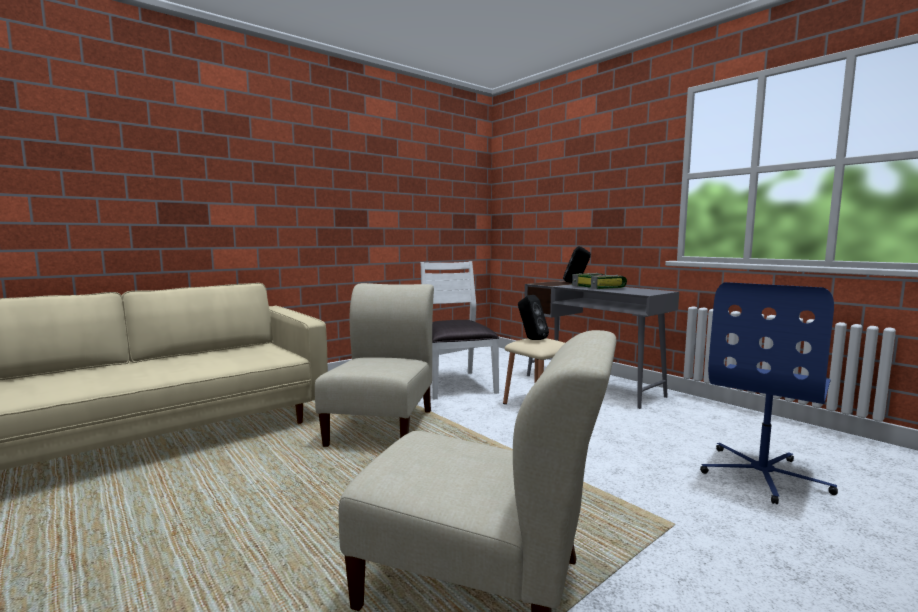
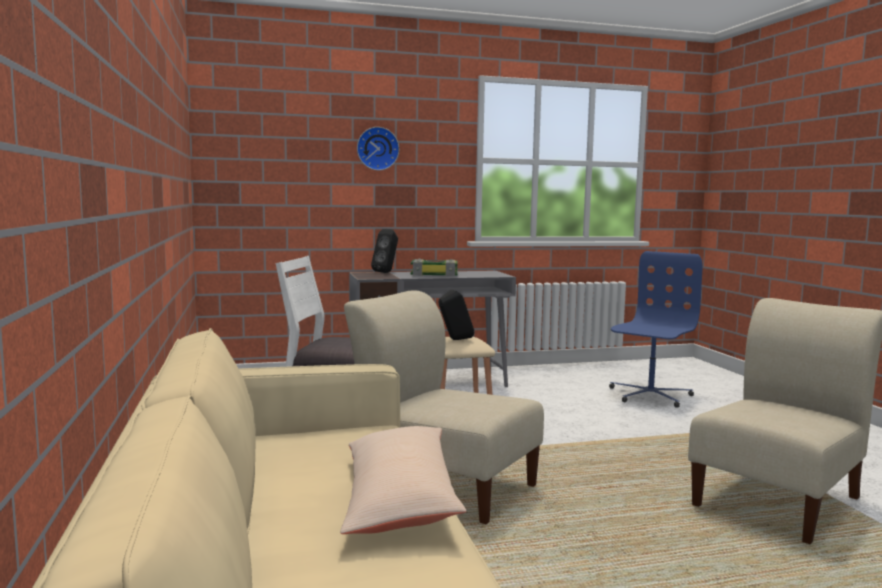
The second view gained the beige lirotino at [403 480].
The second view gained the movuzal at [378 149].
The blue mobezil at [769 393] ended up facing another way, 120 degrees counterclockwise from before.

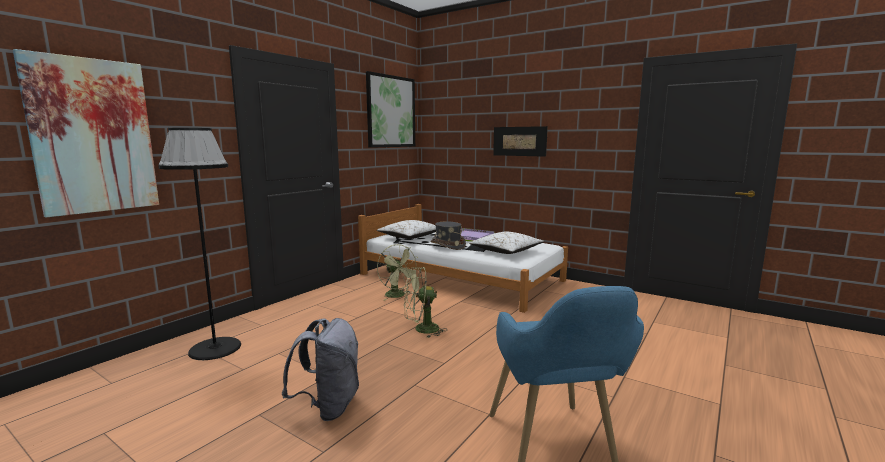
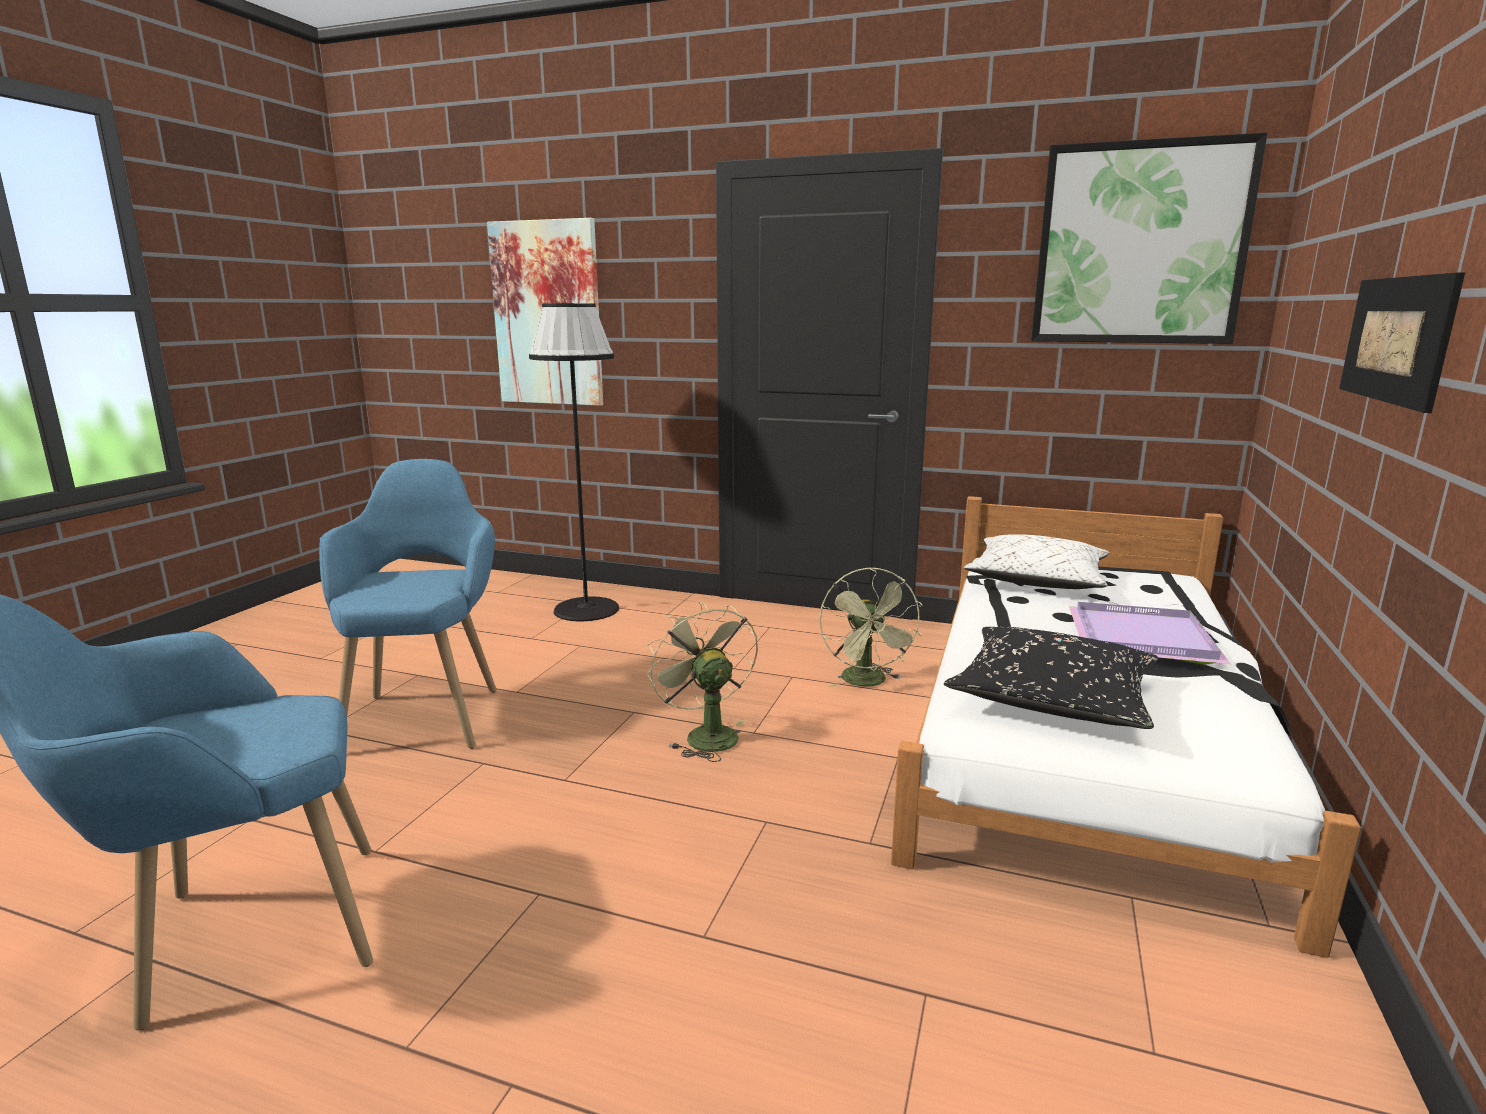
The second view lost the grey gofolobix at [448 235].
Where the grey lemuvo stood at [320 369], the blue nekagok came to stand at [407 604].
What was the white lirotino at [506 243] turned into the black lirotino at [1051 678].
The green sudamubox at [398 272] ended up facing another way, 45 degrees counterclockwise from before.

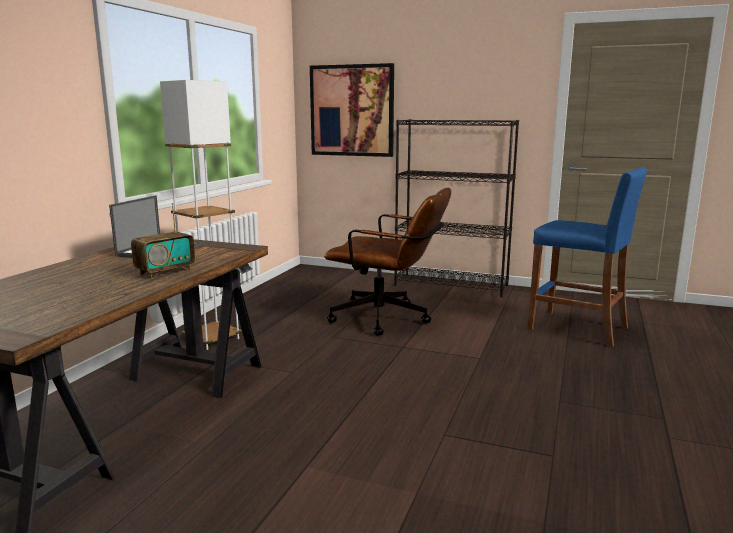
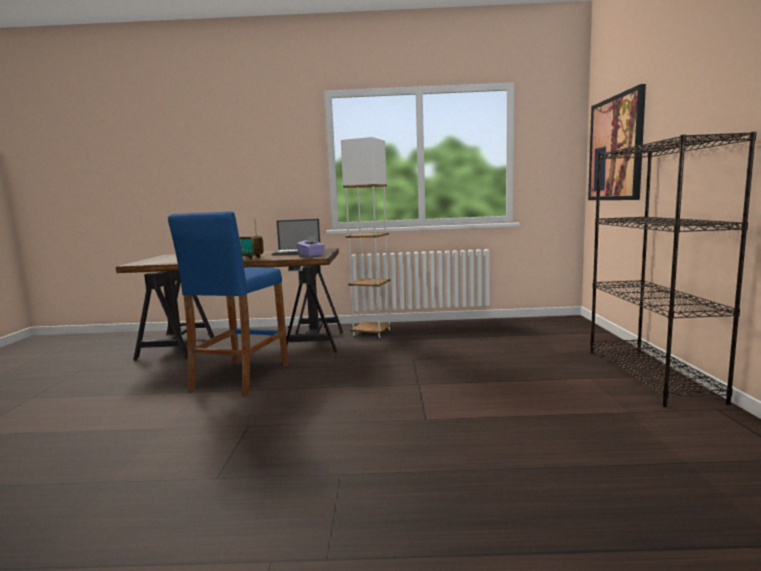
The second view lost the brown mobezil at [387 262].
The second view gained the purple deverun at [311 246].
The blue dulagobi ended up elsewhere, having gone from [587 257] to [228 303].

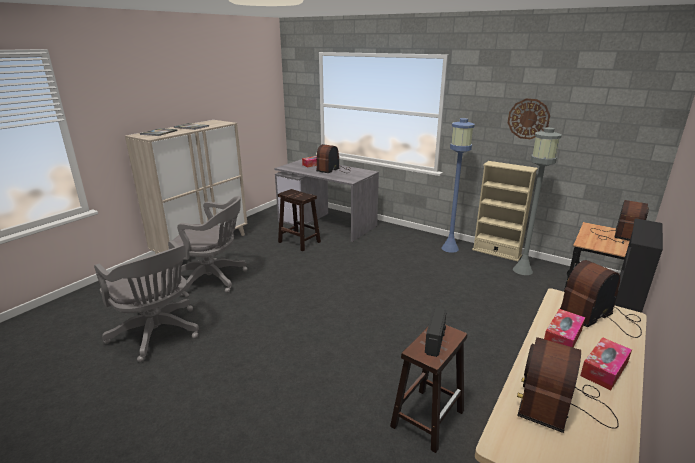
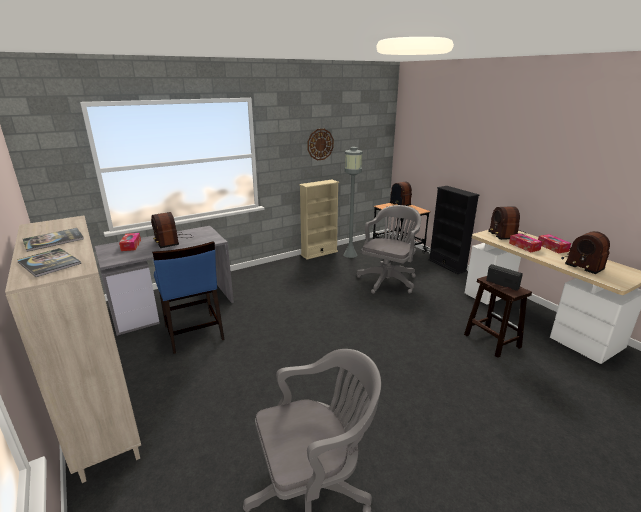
The second view lost the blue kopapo at [458 185].
The grey mobezil ended up elsewhere, having gone from [210 246] to [389 249].
Where the brown dulagobi stood at [299 220], the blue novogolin came to stand at [188 297].

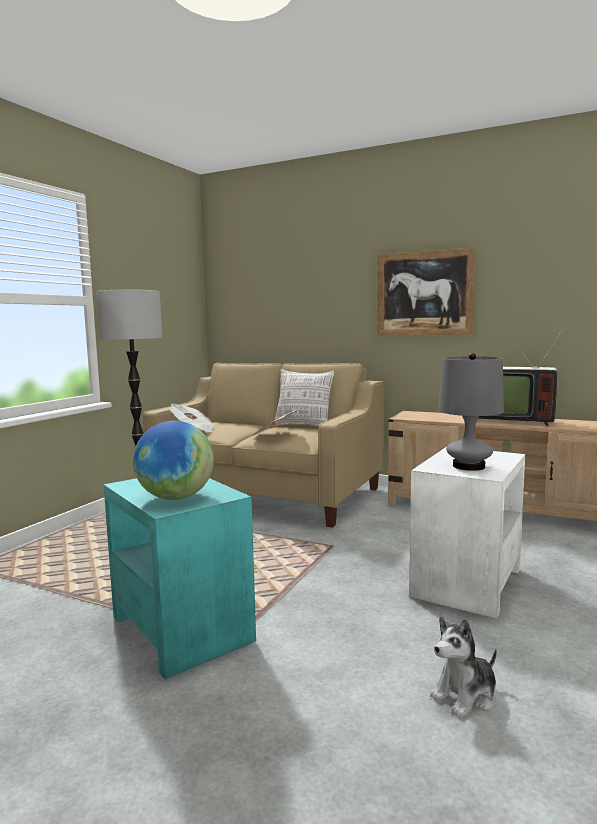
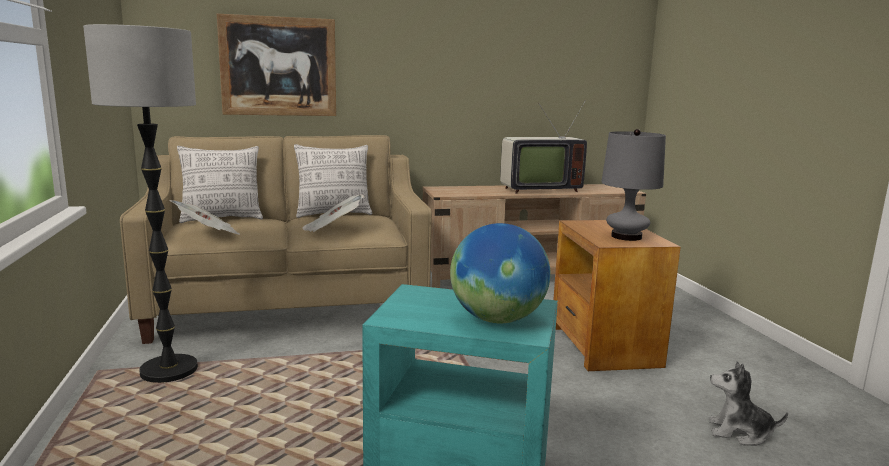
The second view gained the lirotino at [220 184].
The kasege ended up elsewhere, having gone from [426 291] to [276 65].
What was the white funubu at [467 533] turned into the brown funubu at [617 295].
The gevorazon at [463 667] ended up facing another way, 90 degrees clockwise from before.

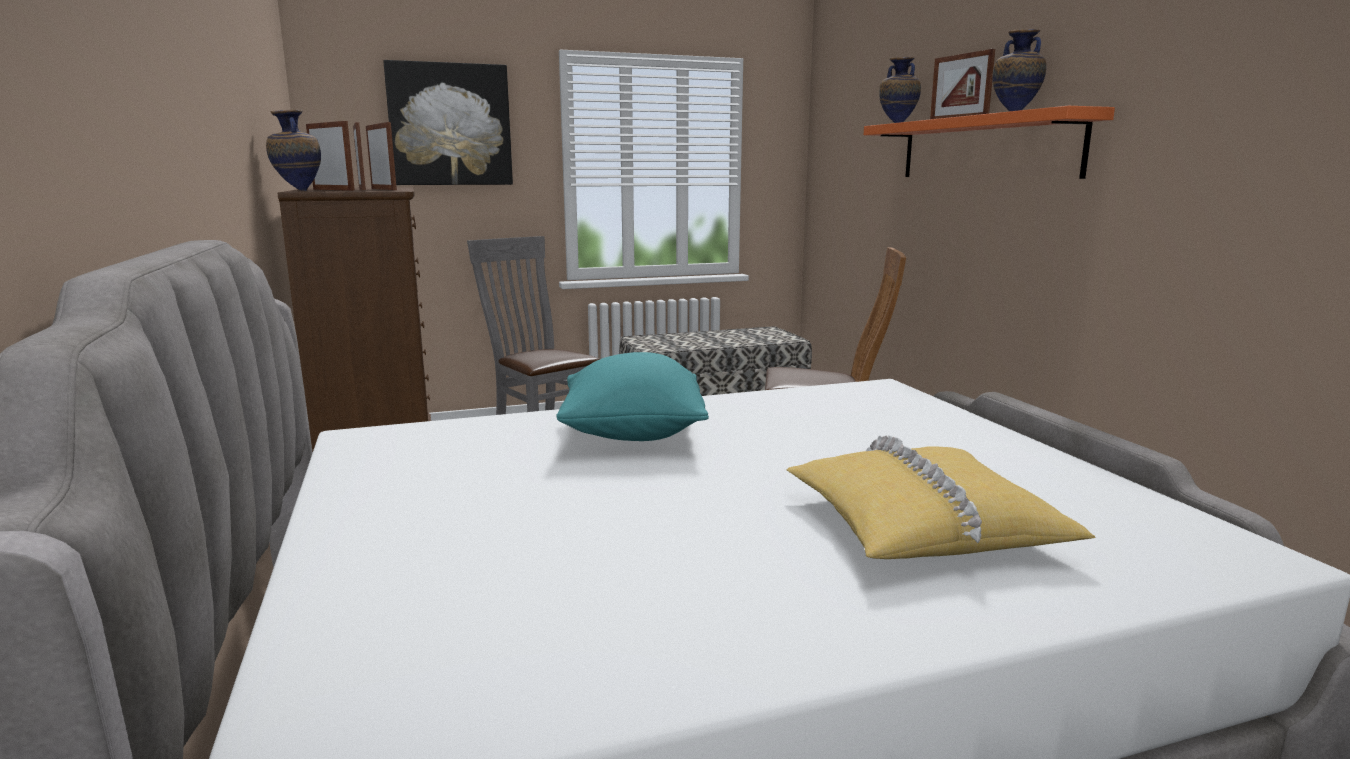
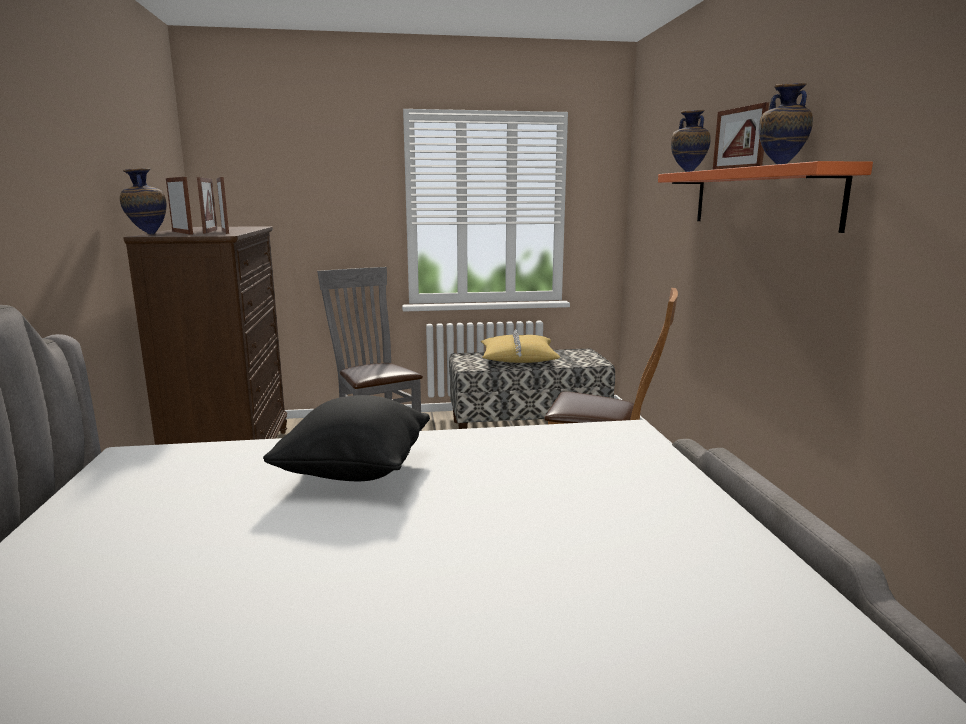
The second view lost the kasege at [448 122].
The yellow lirotino ended up elsewhere, having gone from [941 497] to [520 346].
What was the turquoise lirotino at [632 396] turned into the black lirotino at [346 438].

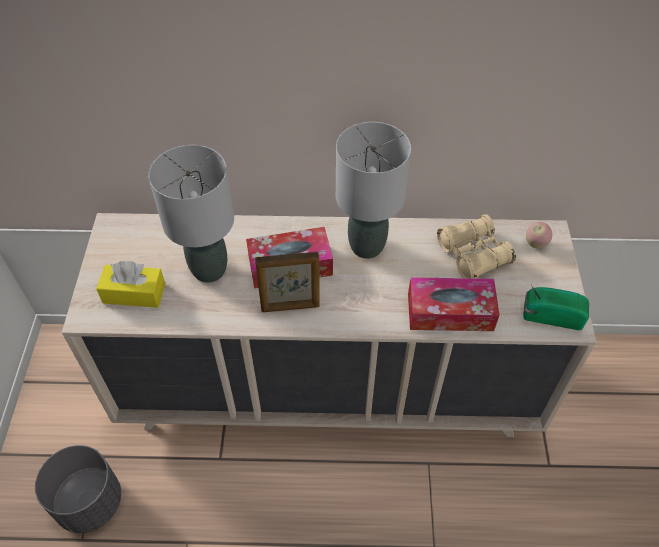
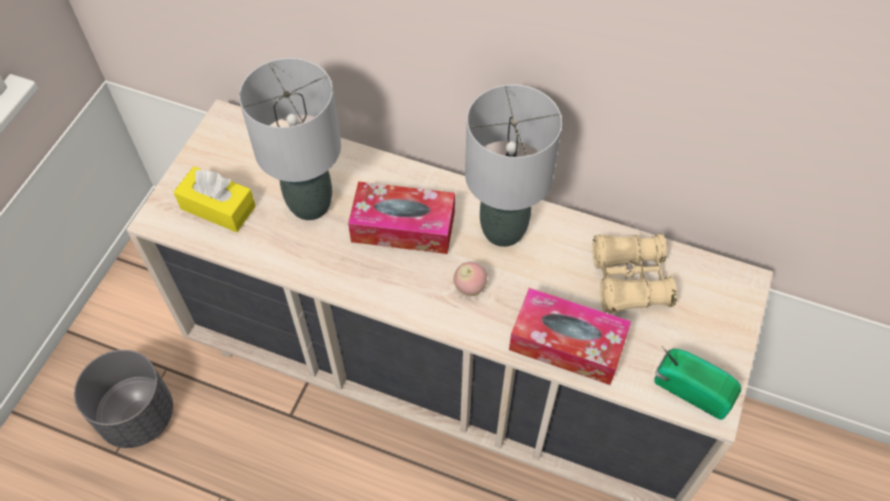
The second view lost the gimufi at [287 282].
The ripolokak ended up elsewhere, having gone from [539 235] to [470 279].

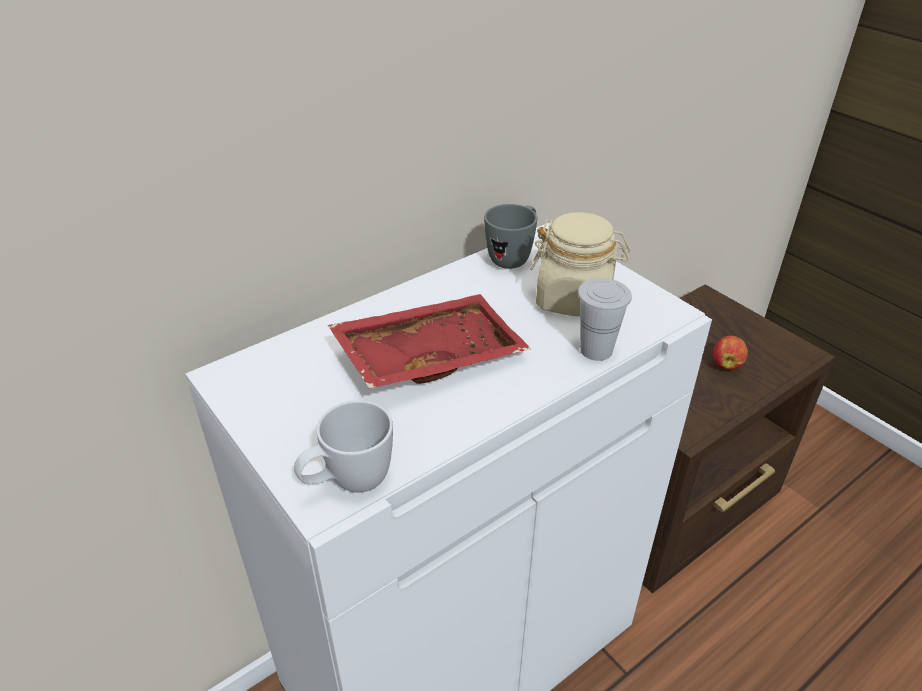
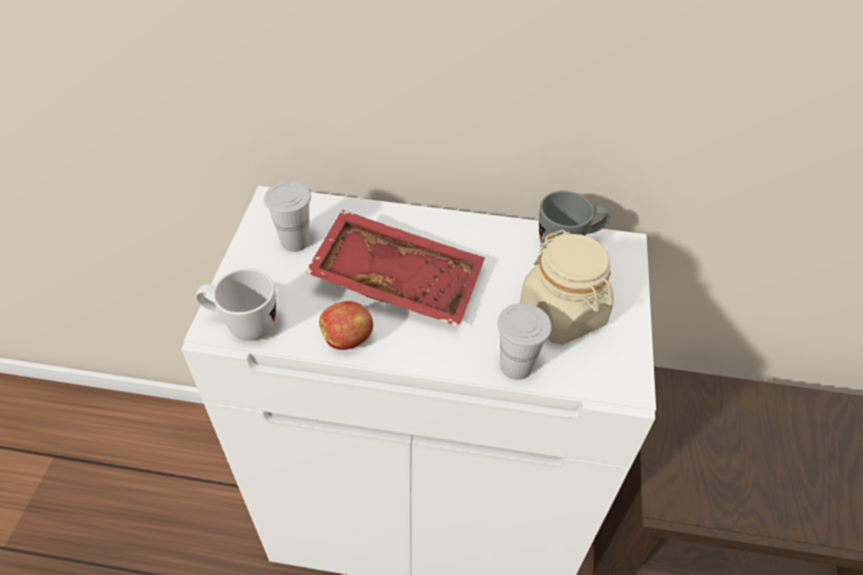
The second view gained the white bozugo at [287 216].
The ripolokak ended up elsewhere, having gone from [730 353] to [346 325].

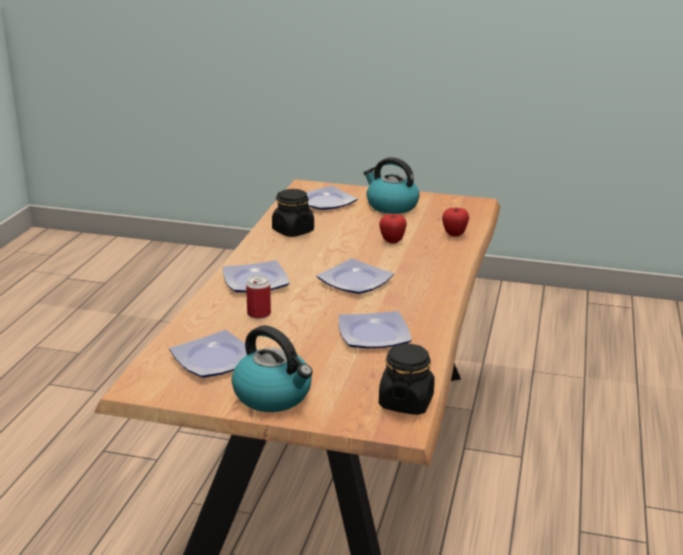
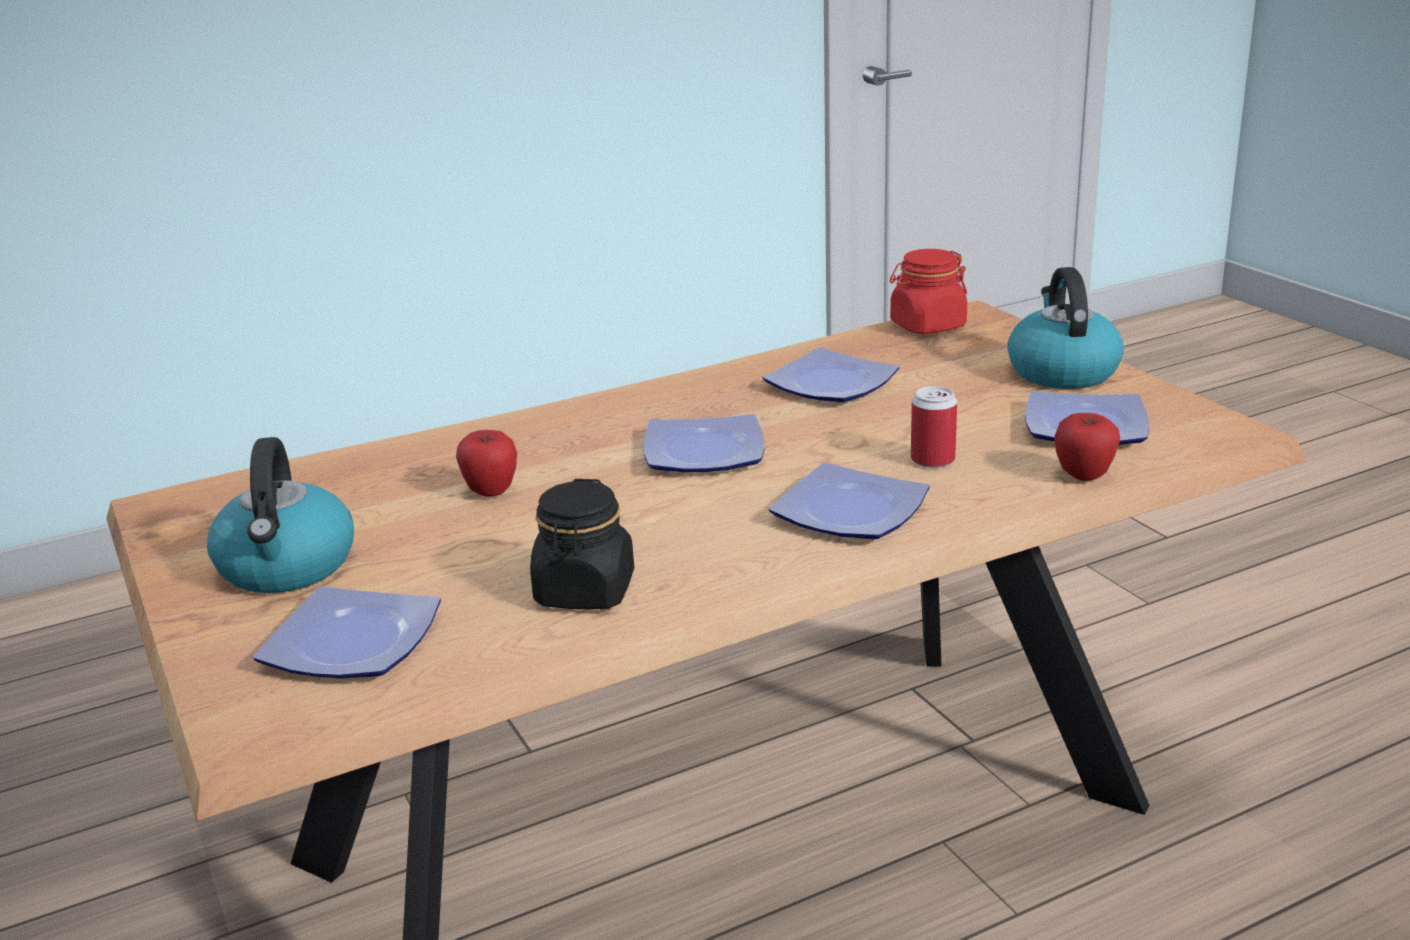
The ripolokak ended up elsewhere, having gone from [455 222] to [1087 447].
What was the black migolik at [407 379] turned into the red migolik at [928 291].

